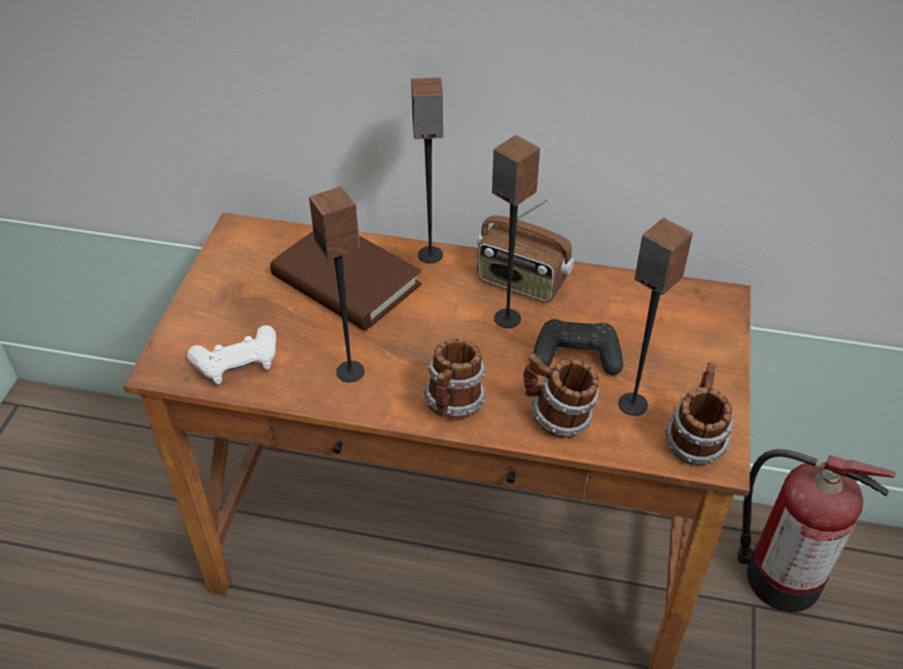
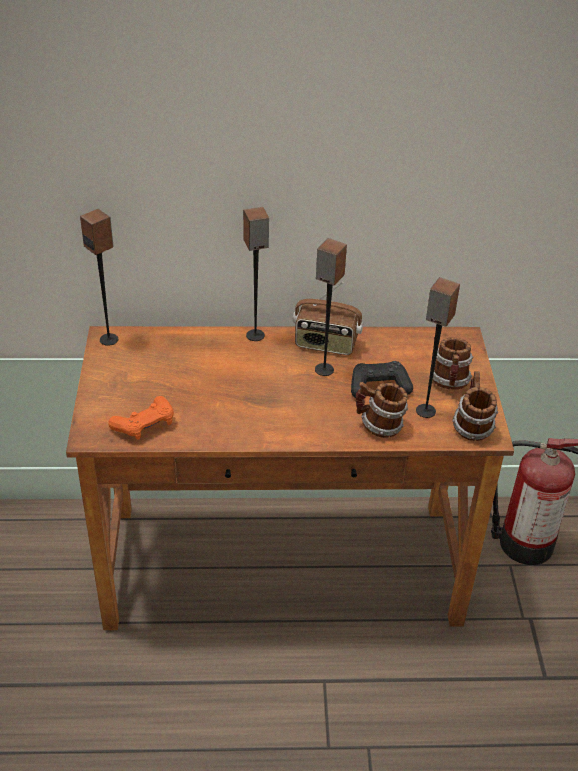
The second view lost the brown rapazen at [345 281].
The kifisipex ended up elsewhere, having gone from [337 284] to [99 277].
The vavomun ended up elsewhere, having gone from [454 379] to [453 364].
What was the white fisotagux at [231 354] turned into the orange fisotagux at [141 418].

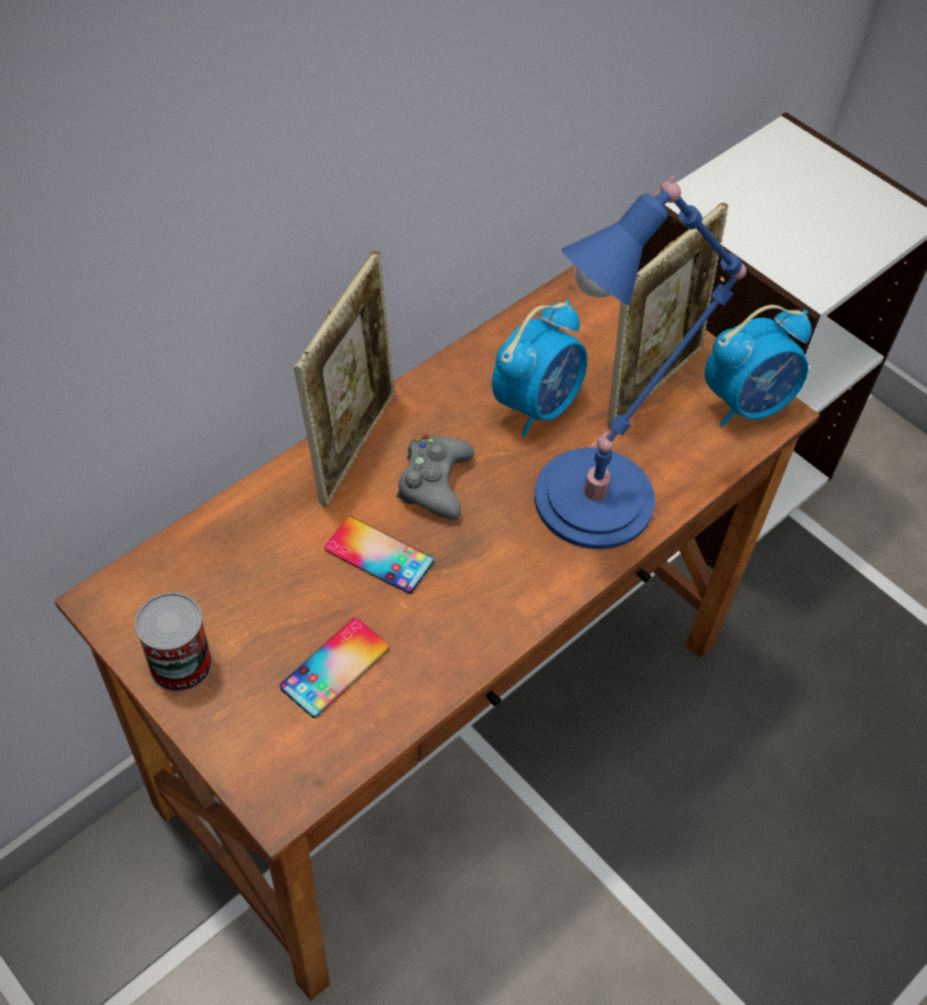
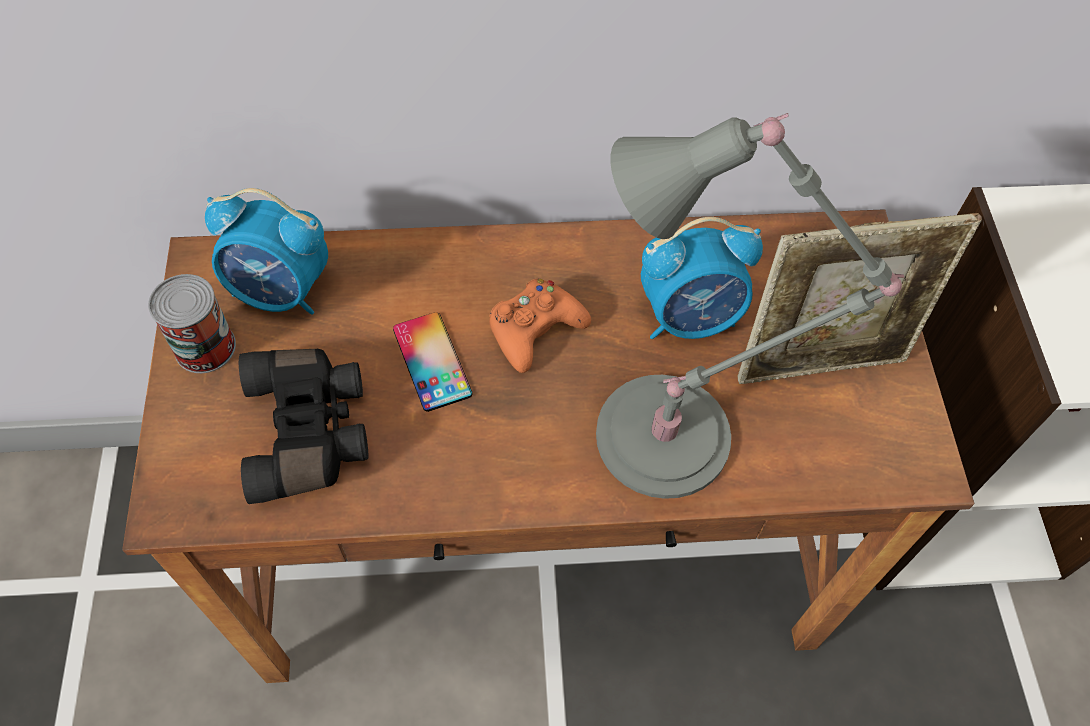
The second view lost the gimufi at [344 379].
The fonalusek ended up elsewhere, having gone from [758 366] to [266 251].
Where the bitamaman stood at [335 668], the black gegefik came to stand at [304 426].
What was the grey fisotagux at [435 477] turned into the orange fisotagux at [540 326].
What was the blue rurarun at [640 362] turned into the grey rurarun at [750 306].

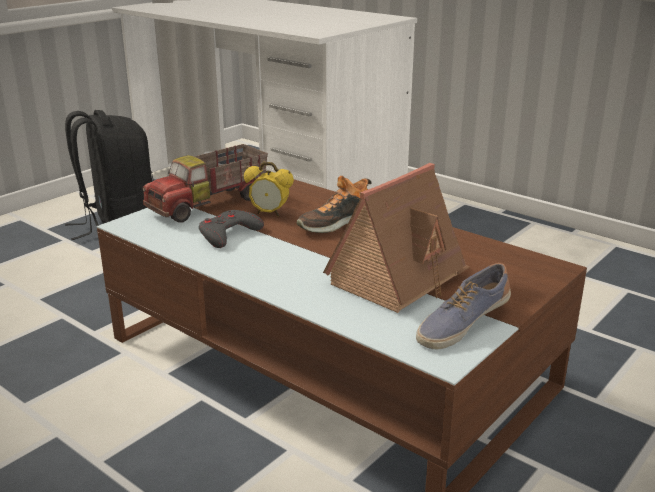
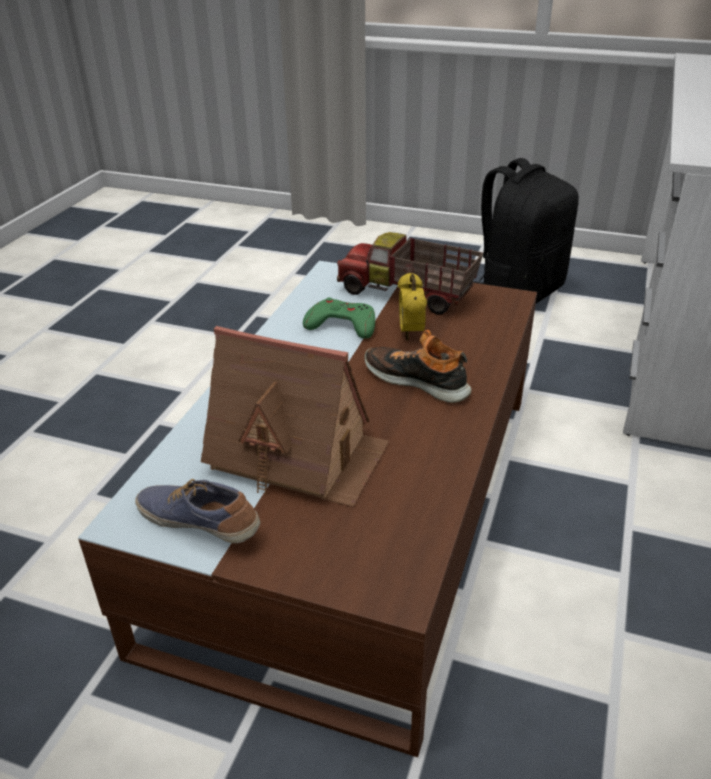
What was the grey fisotagux at [231 229] turned into the green fisotagux at [339 318].

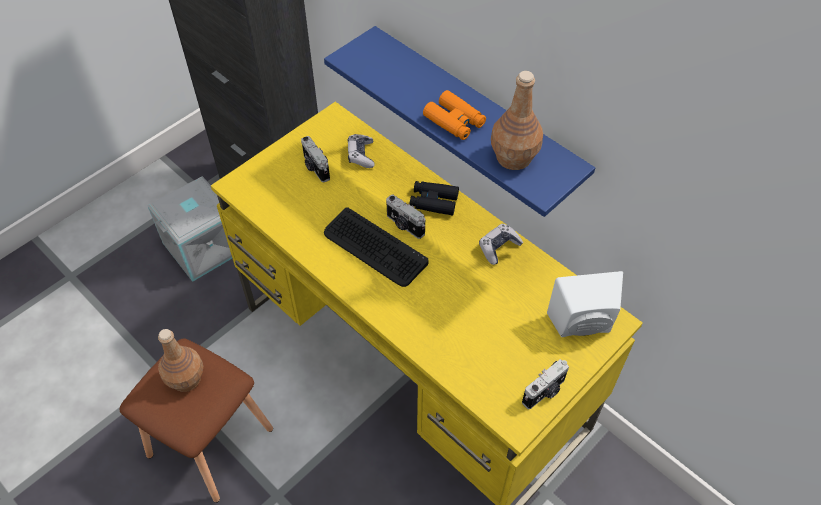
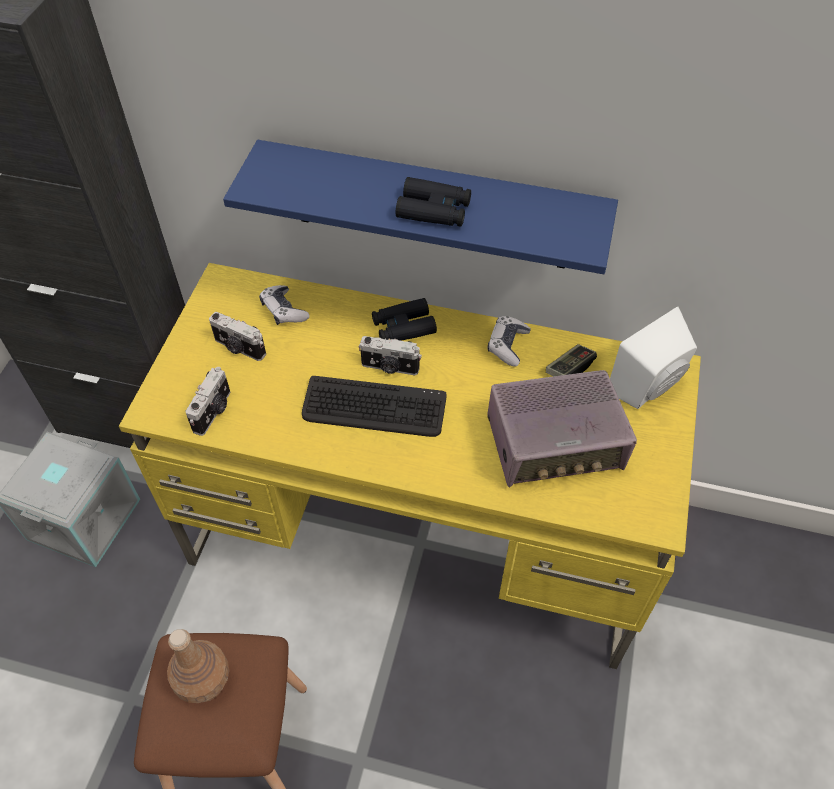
The second view lost the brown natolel at [517 120].
The second view gained the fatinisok at [562 429].
The second view gained the fisotagux at [571 360].
The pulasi ended up elsewhere, having gone from [545 384] to [208 401].
What was the orange gegefik at [454 115] turned into the black gegefik at [433 202].

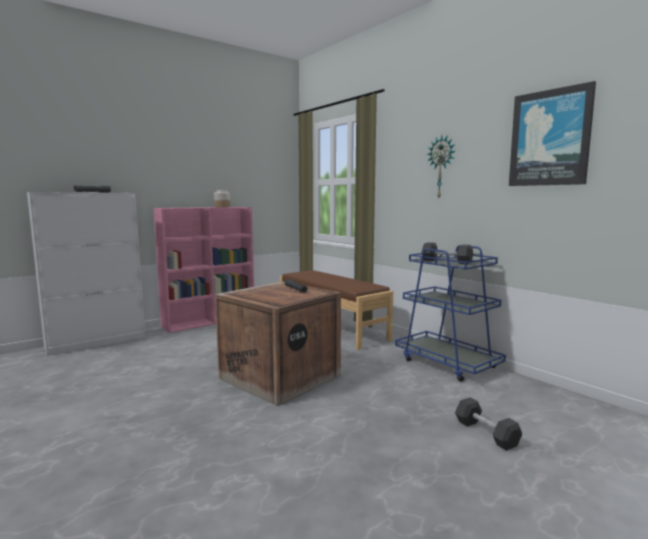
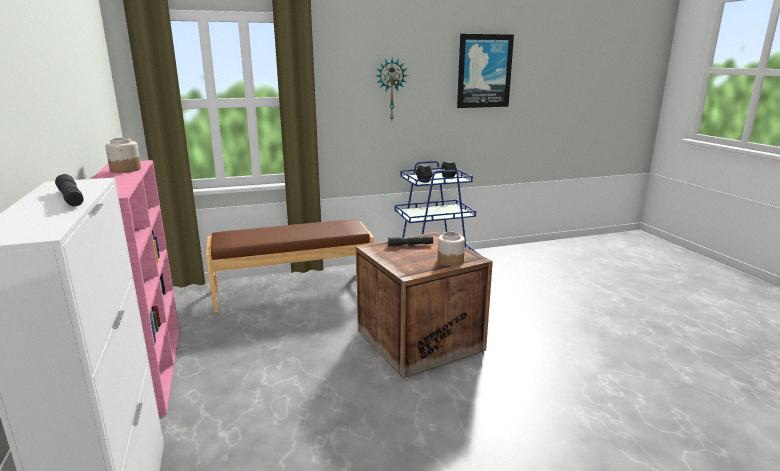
The second view lost the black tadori at [488 424].
The second view gained the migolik at [451 249].

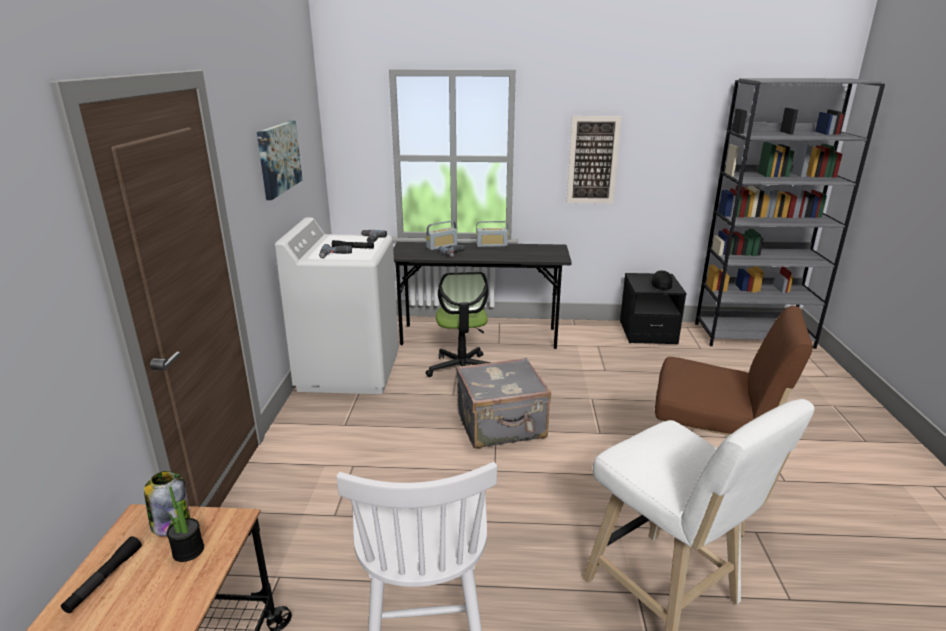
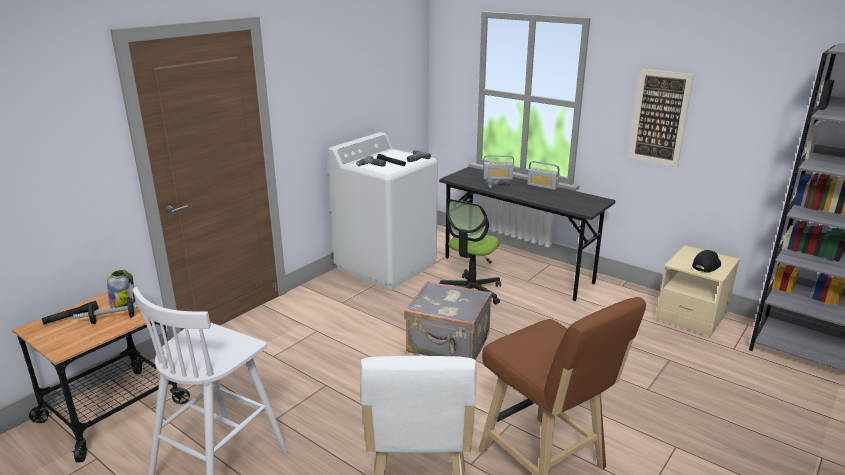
The second view lost the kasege at [279 160].
Where the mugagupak stood at [185 524], the tadori came to stand at [106 310].
What was the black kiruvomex at [653 308] turned into the beige kiruvomex at [698 291].

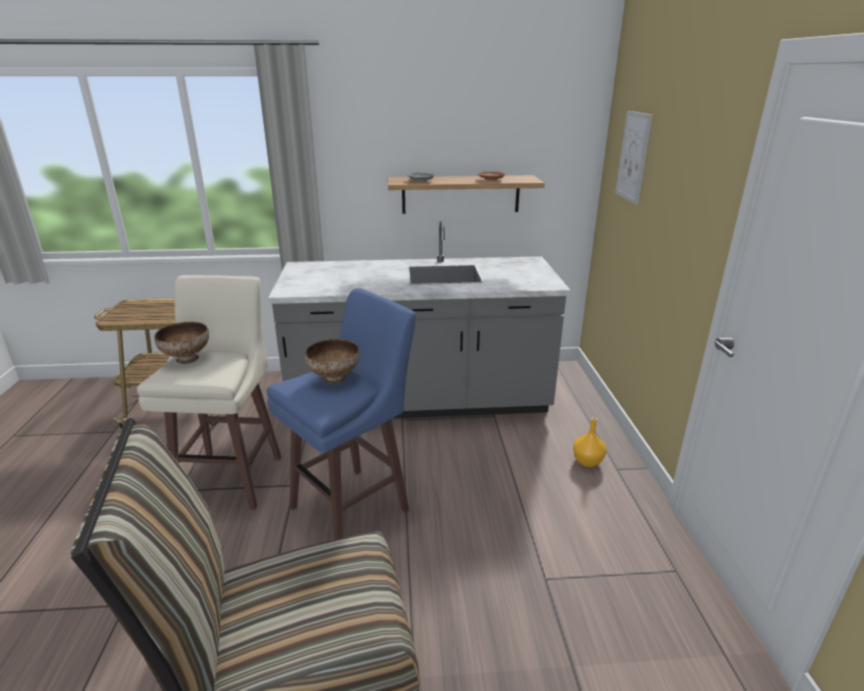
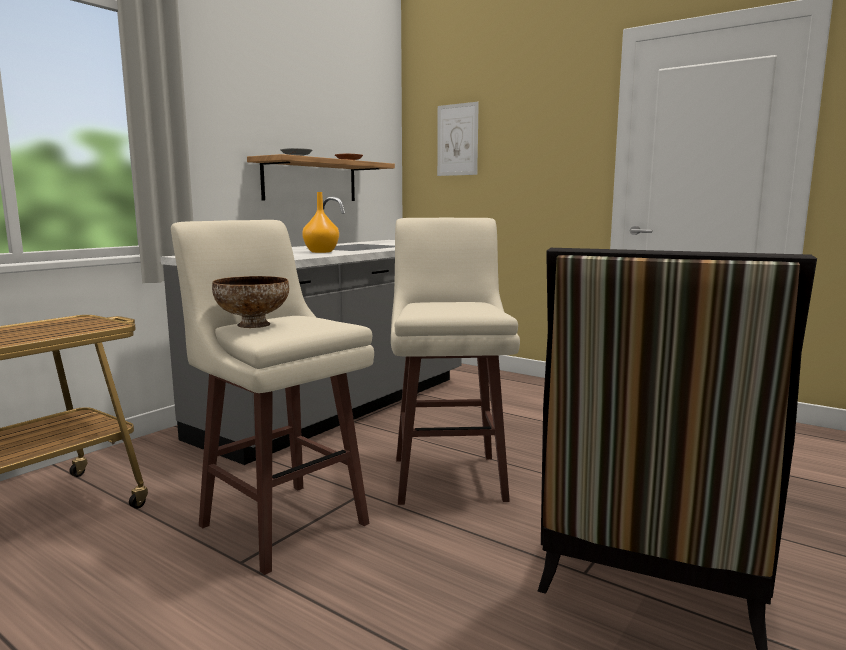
The second view lost the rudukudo at [332 362].
The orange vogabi ended up elsewhere, having gone from [589 442] to [320 222].
What was the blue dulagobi at [341 414] turned into the beige dulagobi at [455 361].

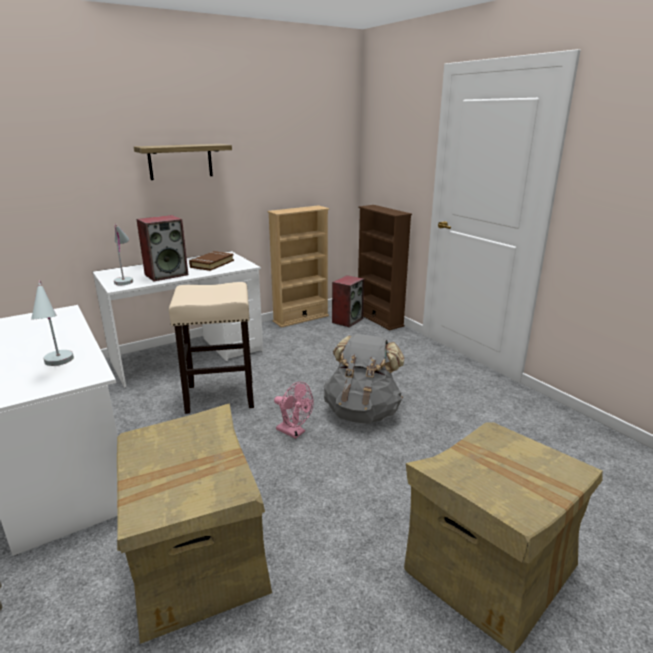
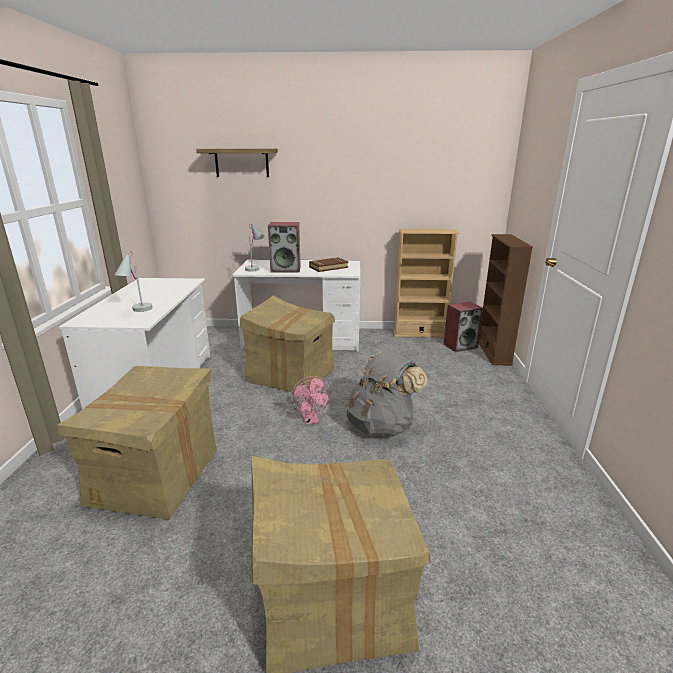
The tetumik ended up elsewhere, having gone from [183 162] to [237 163].
Where the beige dulagobi stood at [211 348], the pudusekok came to stand at [287 344].

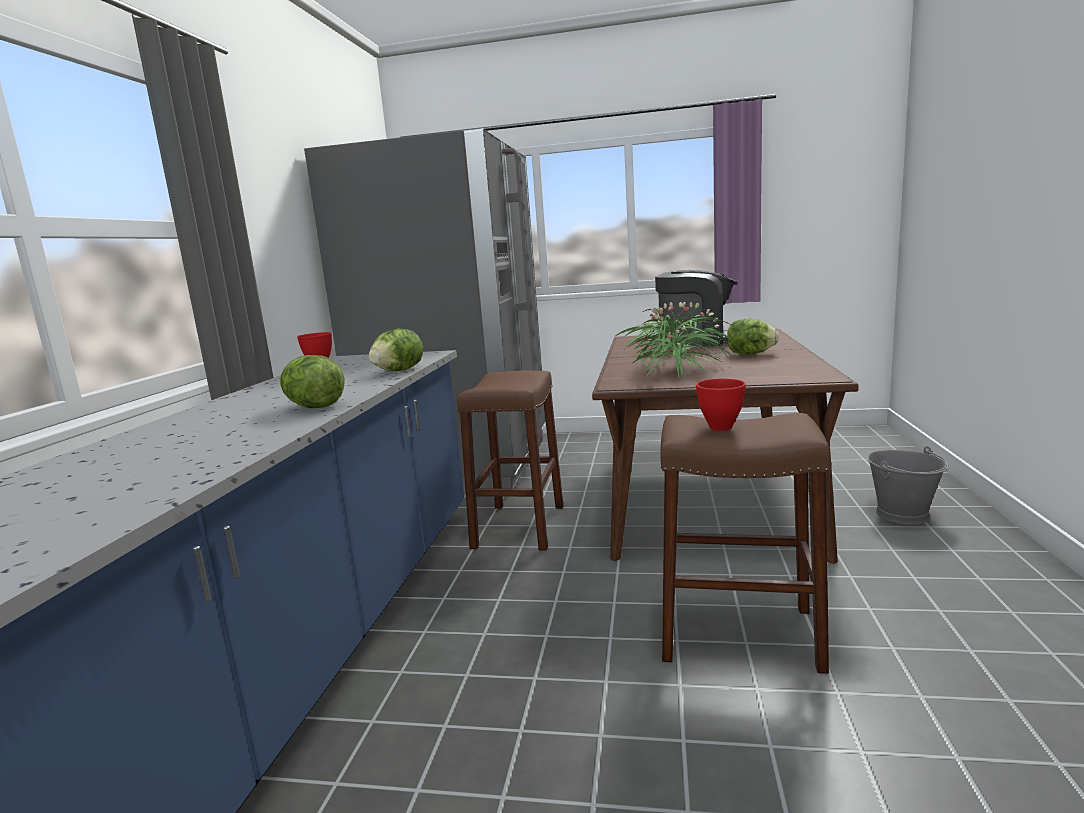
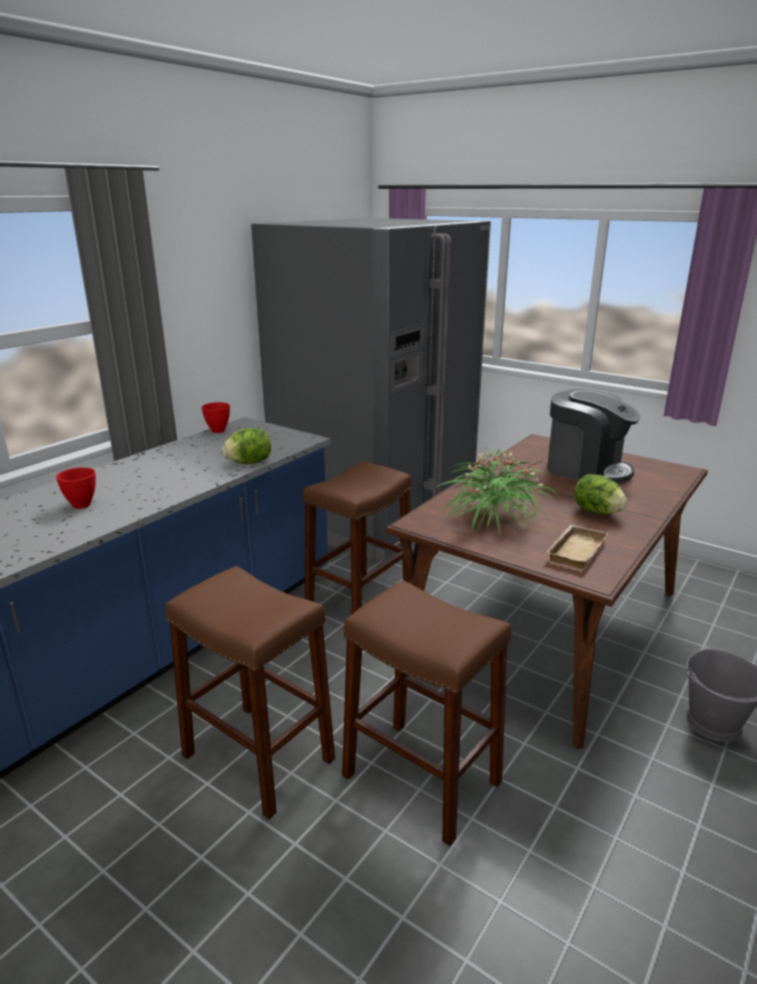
The second view lost the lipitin at [312 381].
The second view gained the brown dulagobi at [250 692].
The second view gained the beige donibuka at [577 547].
The red rudukudo ended up elsewhere, having gone from [721 405] to [76 488].

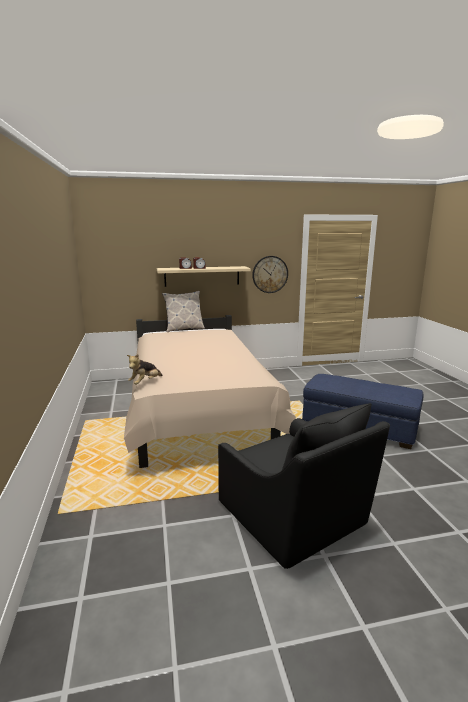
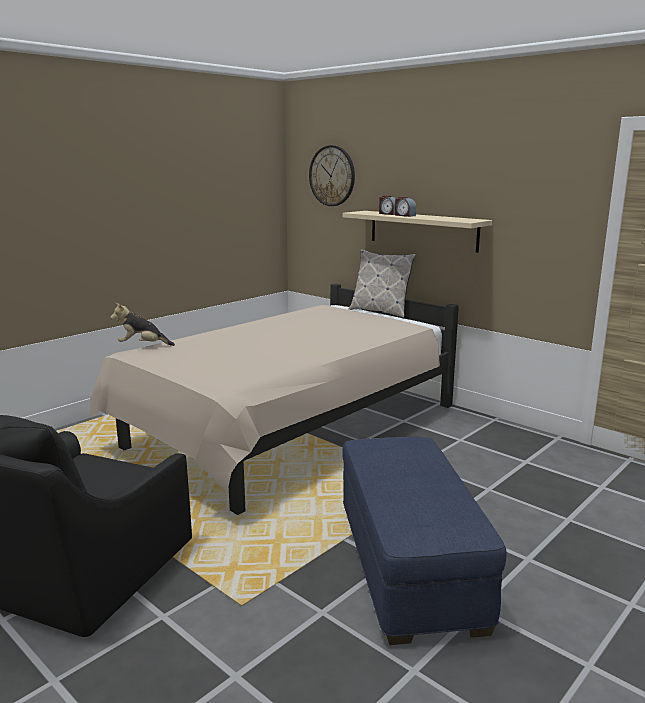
The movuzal ended up elsewhere, having gone from [270 274] to [332 175].

